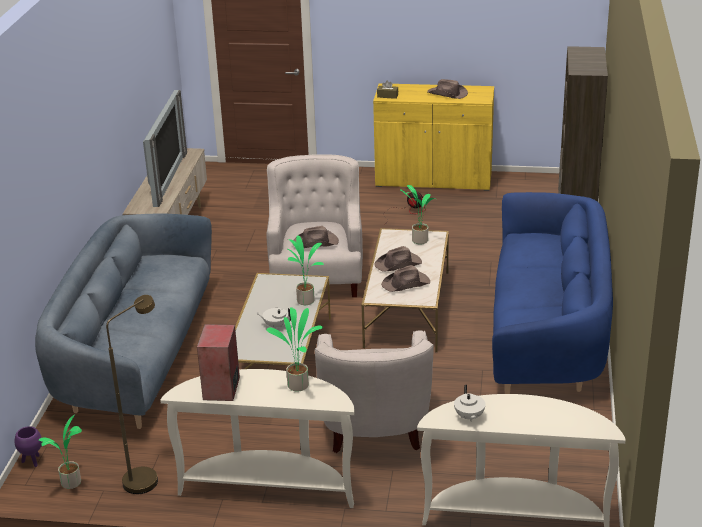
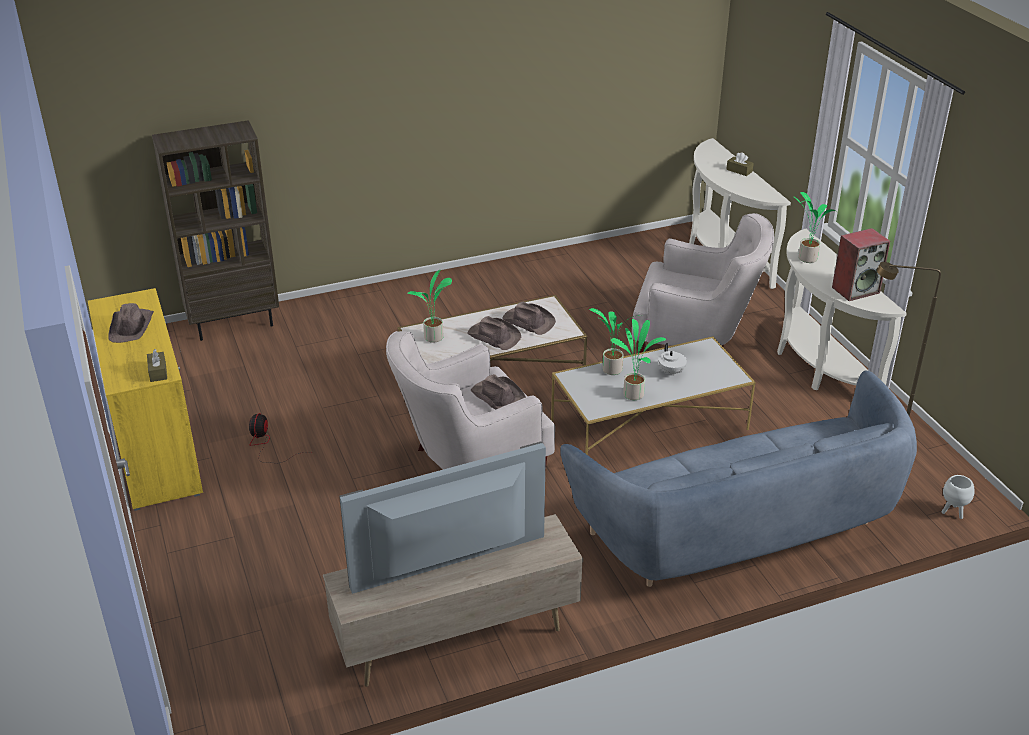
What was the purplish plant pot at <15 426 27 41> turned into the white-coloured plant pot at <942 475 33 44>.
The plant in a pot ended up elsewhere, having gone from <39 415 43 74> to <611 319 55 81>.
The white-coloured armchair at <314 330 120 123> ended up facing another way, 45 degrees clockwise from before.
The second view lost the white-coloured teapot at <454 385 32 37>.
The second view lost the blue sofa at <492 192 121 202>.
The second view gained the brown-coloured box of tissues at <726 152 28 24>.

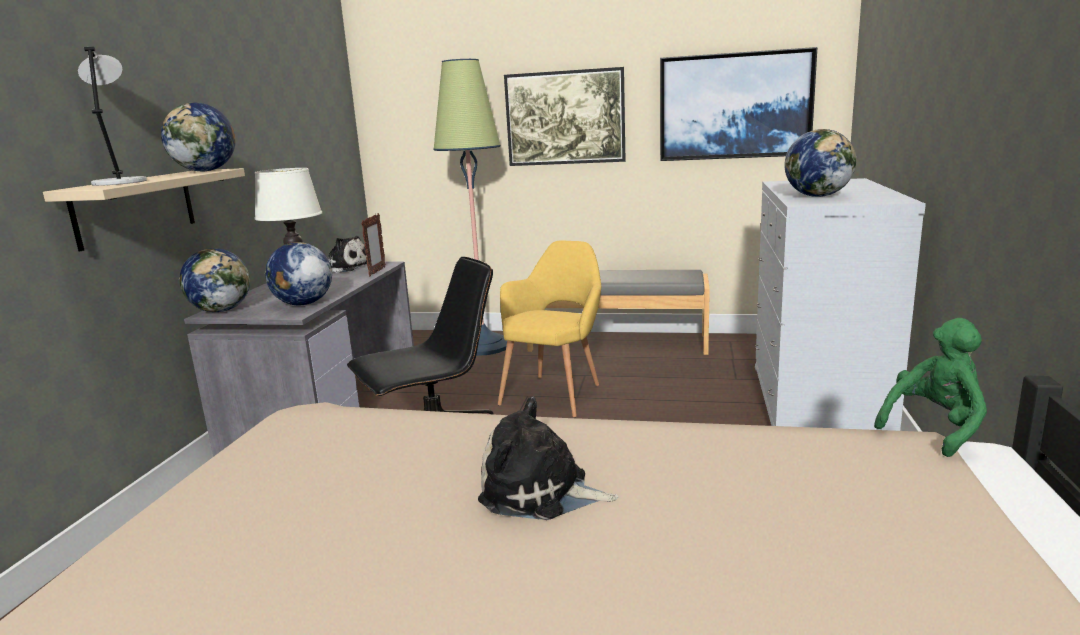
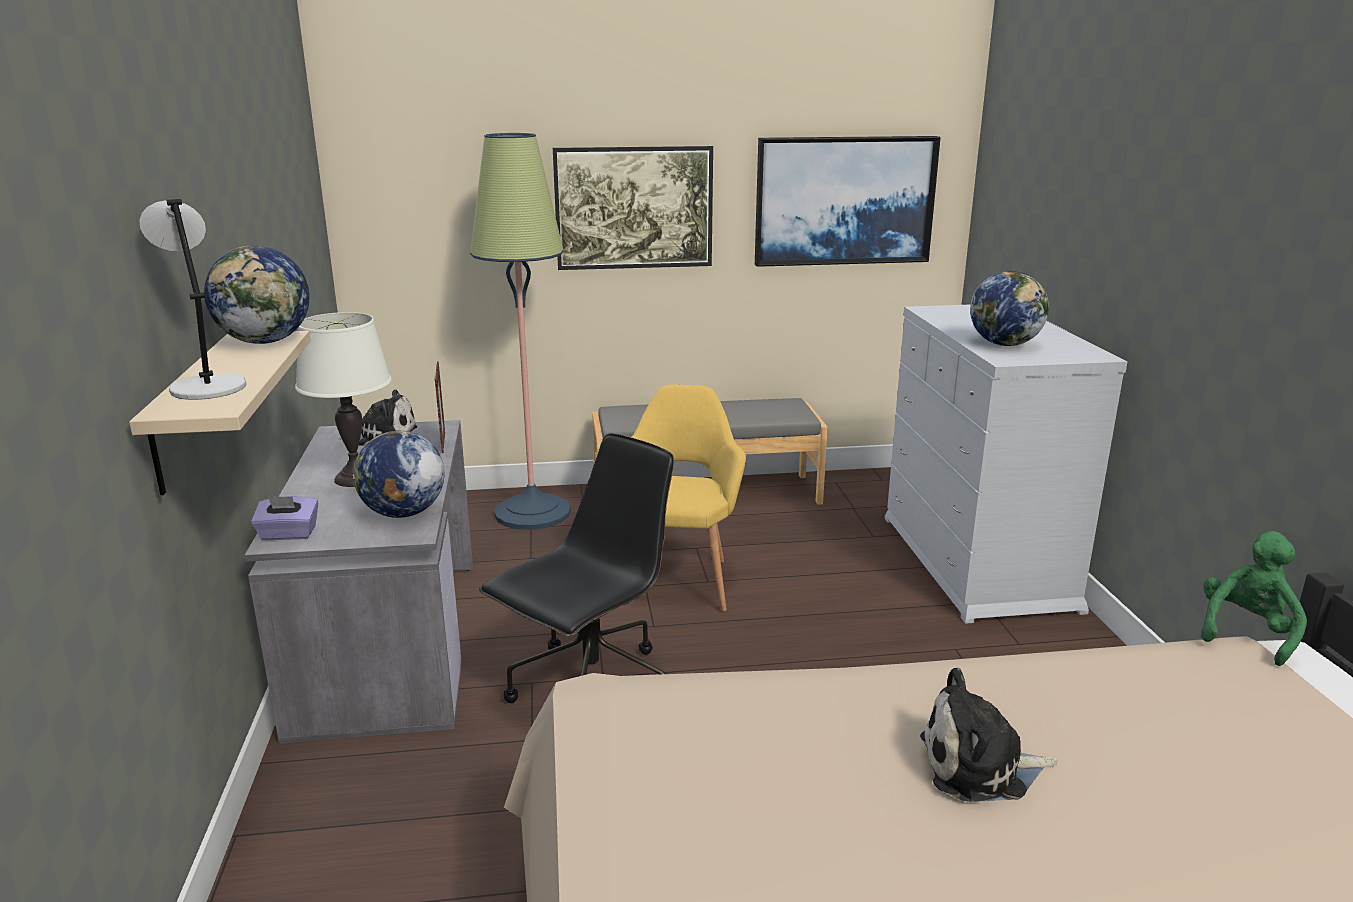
Where the world globe stood at <179 248 71 64>, the purplish box of tissues came to stand at <251 496 67 45>.

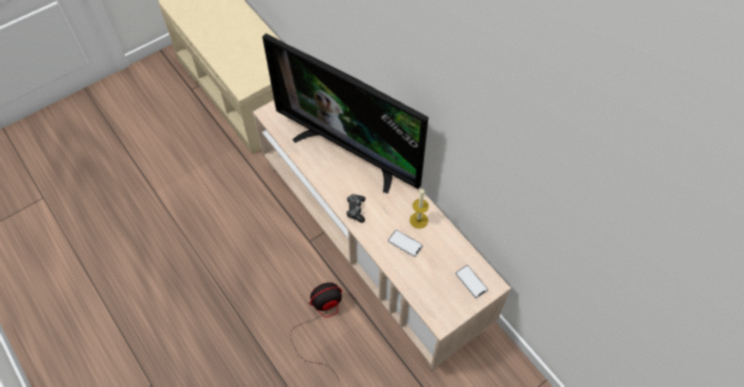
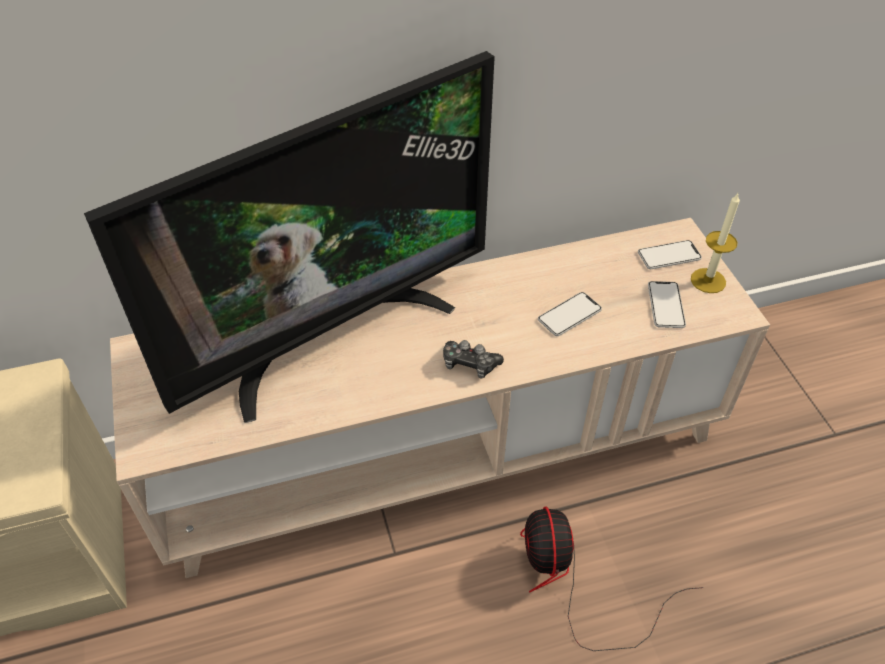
The candle ended up elsewhere, having gone from <410 188 19 41> to <691 194 49 99>.
The second view gained the phone at <648 281 38 47>.

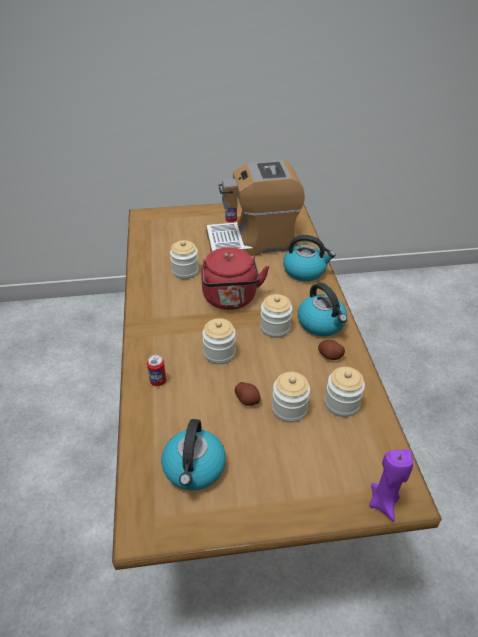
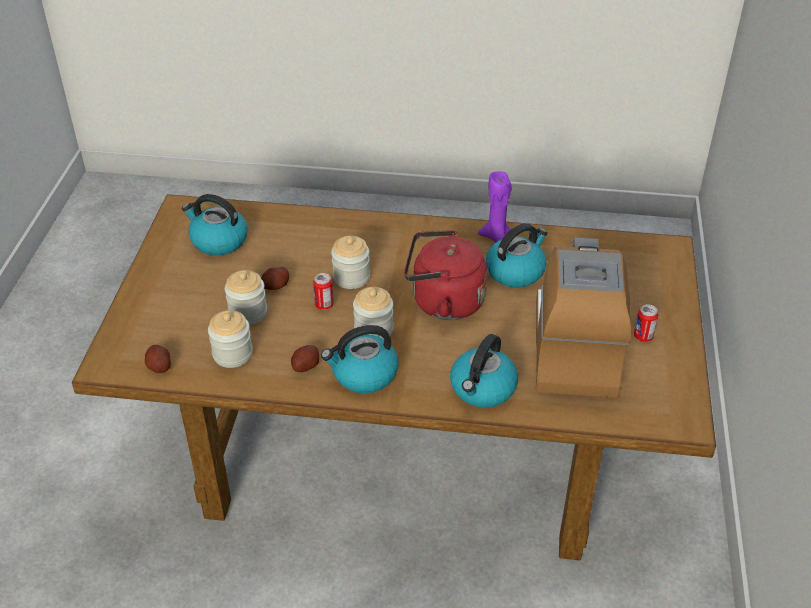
The metal can ended up elsewhere, having gone from <147 355 19 31> to <313 273 21 37>.
Where the preserve jar stood at <170 240 29 39>, the kettle came to stand at <486 223 61 65>.
The purplish candle ended up elsewhere, having gone from <369 449 44 72> to <478 171 34 72>.
The second view gained the spud at <145 345 26 28>.

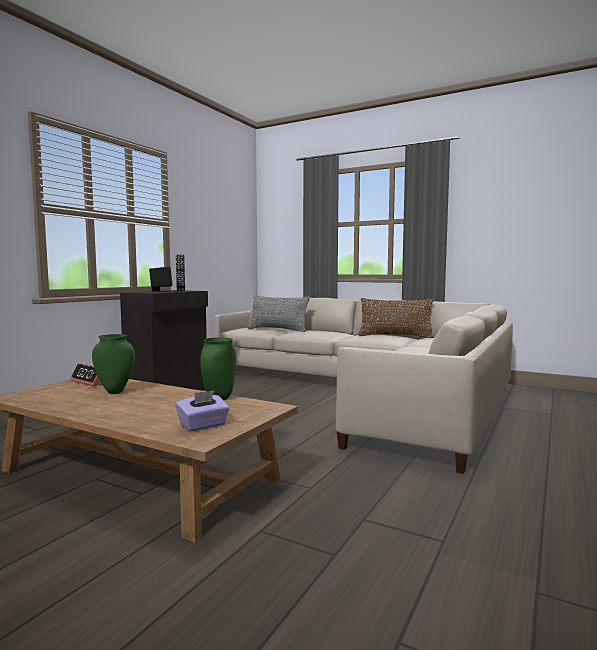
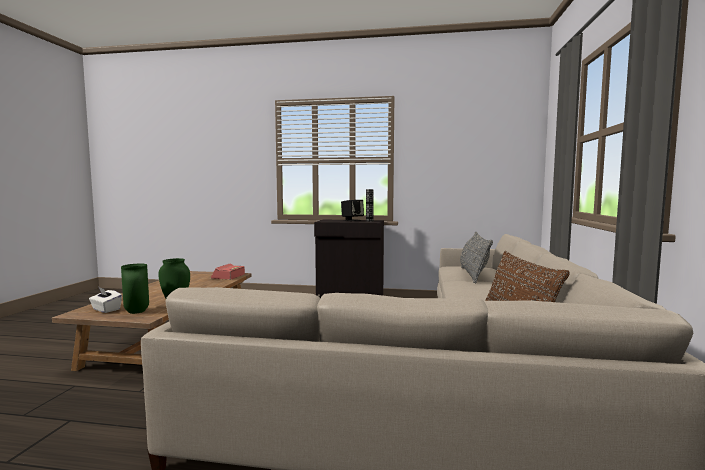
The greenish decorative vase ended up elsewhere, having gone from <92 334 43 60> to <121 264 28 50>.
What was the purplish box of tissues at <176 390 54 42> turned into the white-coloured box of tissues at <89 287 33 26>.

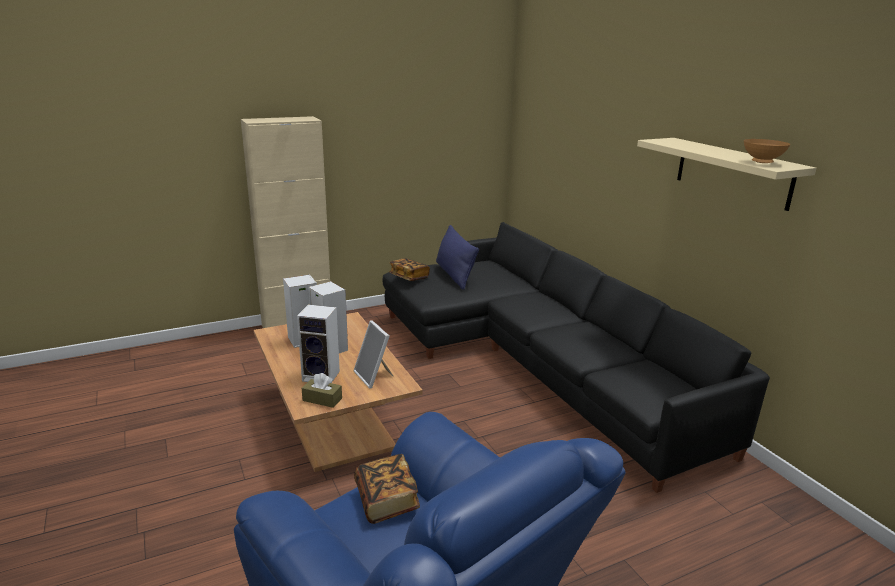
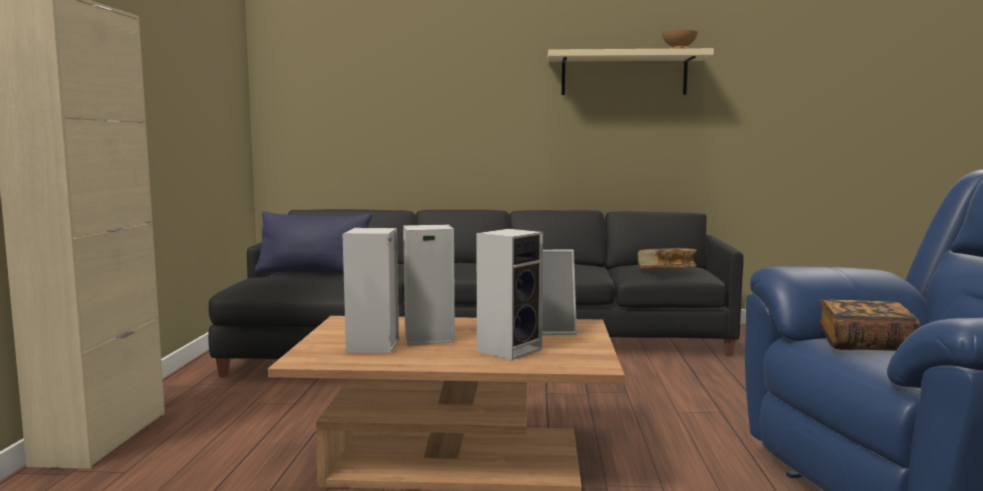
The second view lost the brown-coloured box of tissues at <302 373 40 35>.
The volume ended up elsewhere, having gone from <389 258 41 23> to <638 248 59 20>.

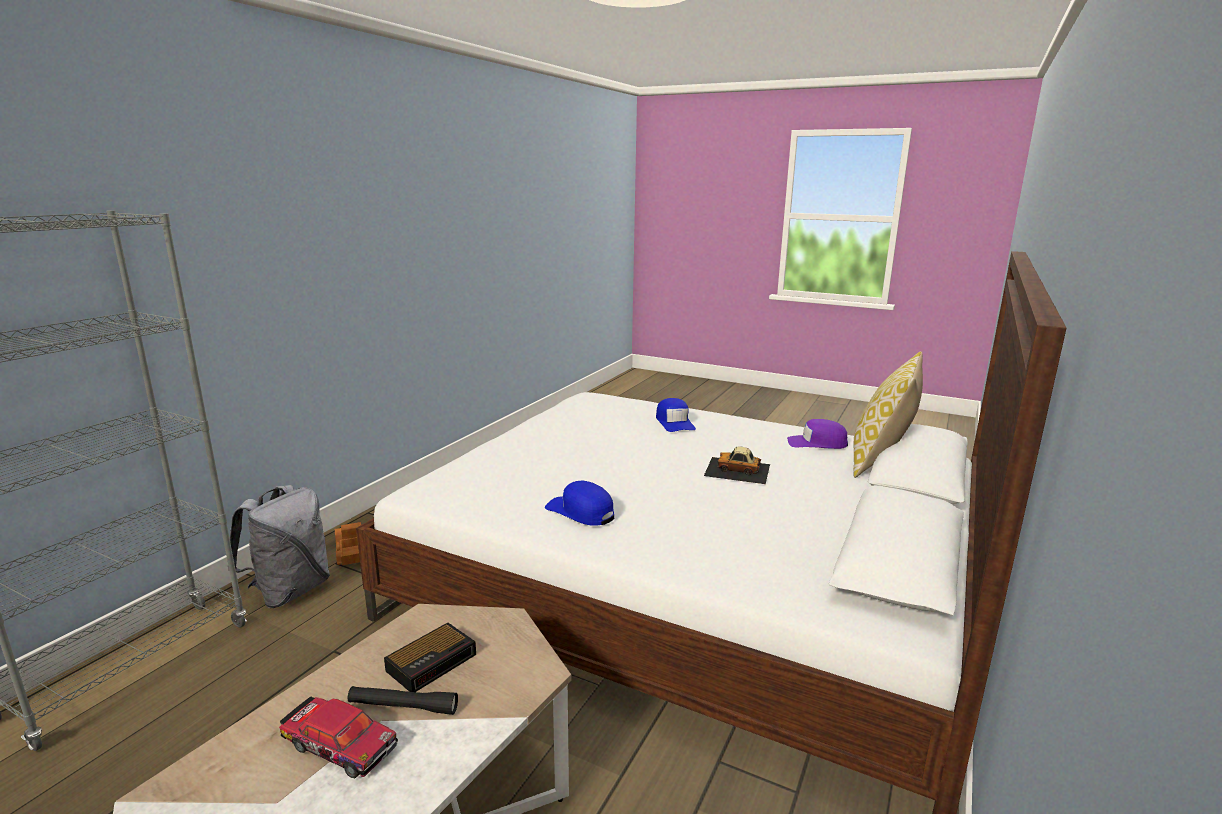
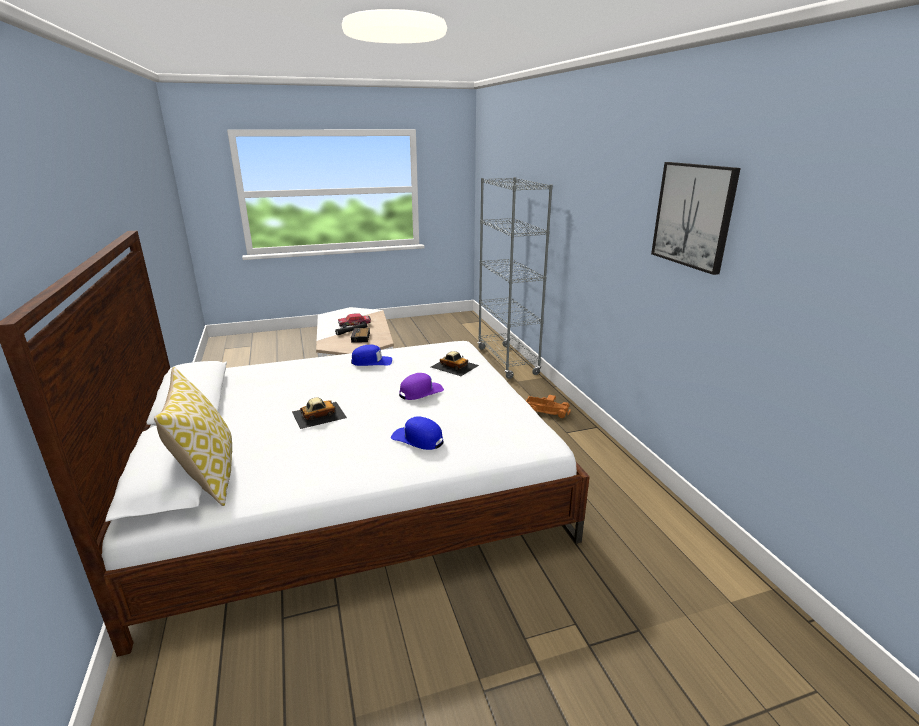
The second view lost the grey backpack at <228 485 102 123>.
The purplish peaked cap ended up elsewhere, having gone from <787 419 61 30> to <399 373 45 27>.
The second view gained the model car at <431 351 48 25>.
The second view gained the wall art at <651 162 90 113>.

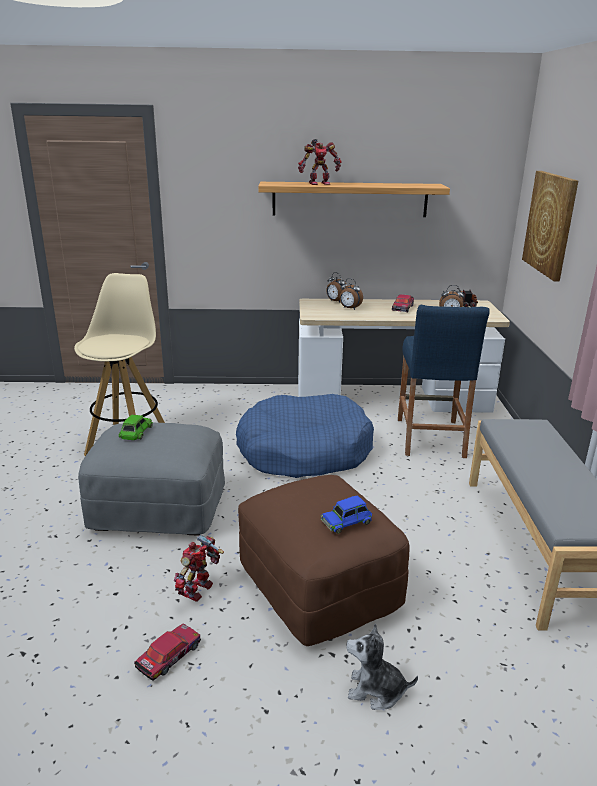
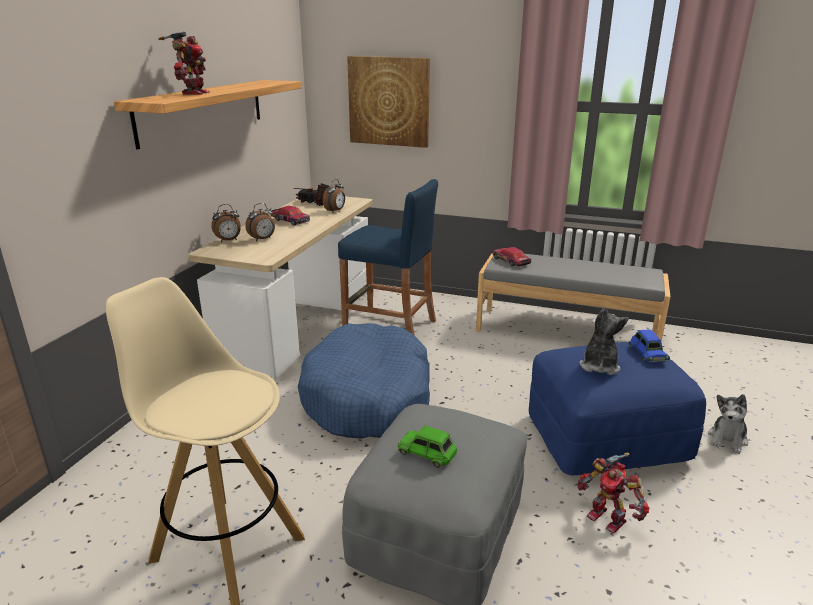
The model car ended up elsewhere, having gone from <134 623 67 58> to <493 247 38 19>.
What was the brown-coloured footrest at <238 475 172 171> turned into the blue footrest at <529 342 177 133>.
The second view gained the cuddly toy at <579 306 50 69>.

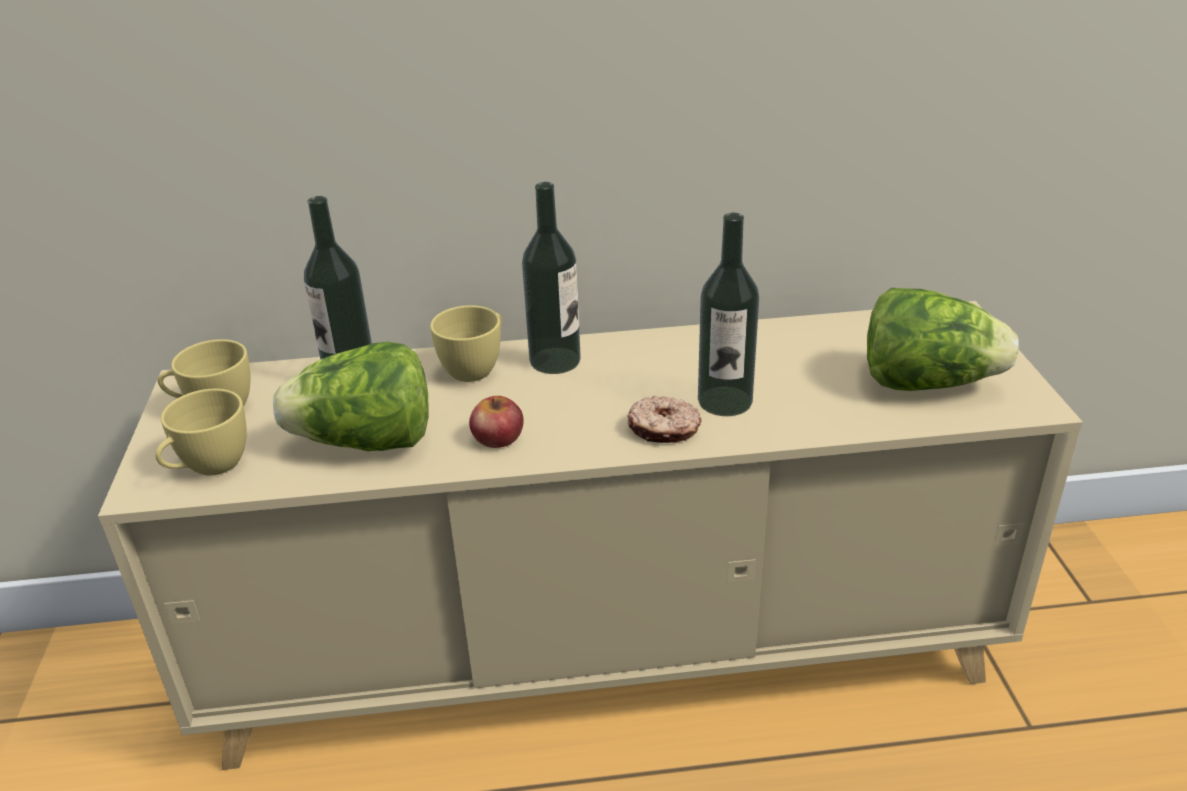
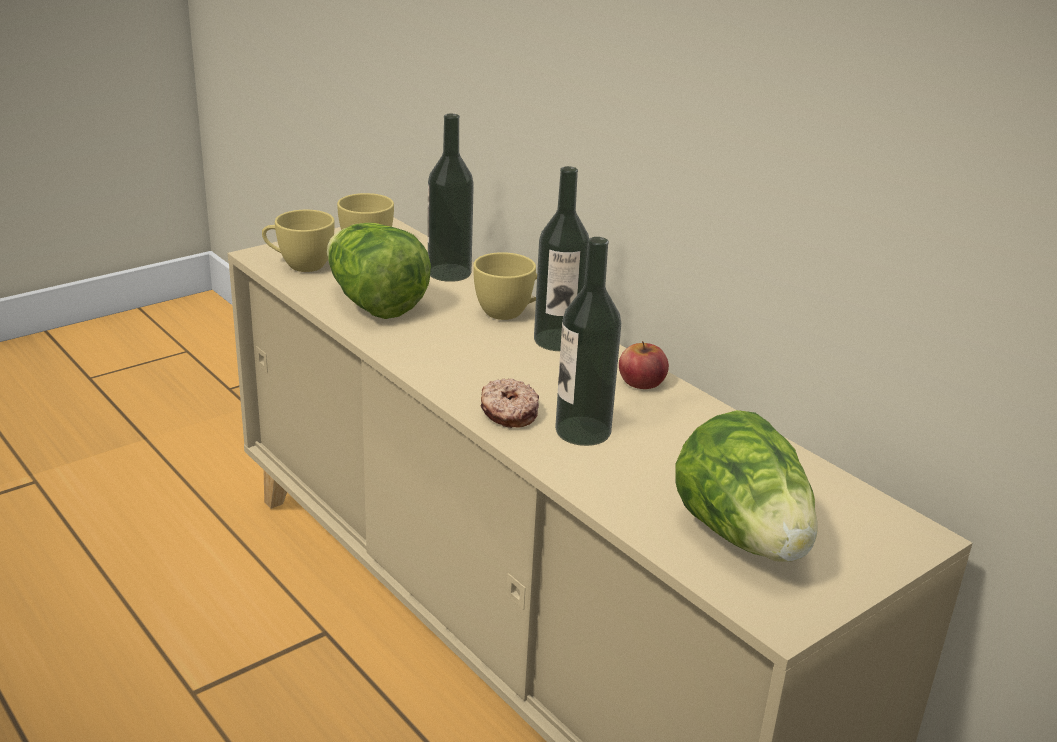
The whole apple ended up elsewhere, having gone from <469 396 55 52> to <619 341 50 48>.

